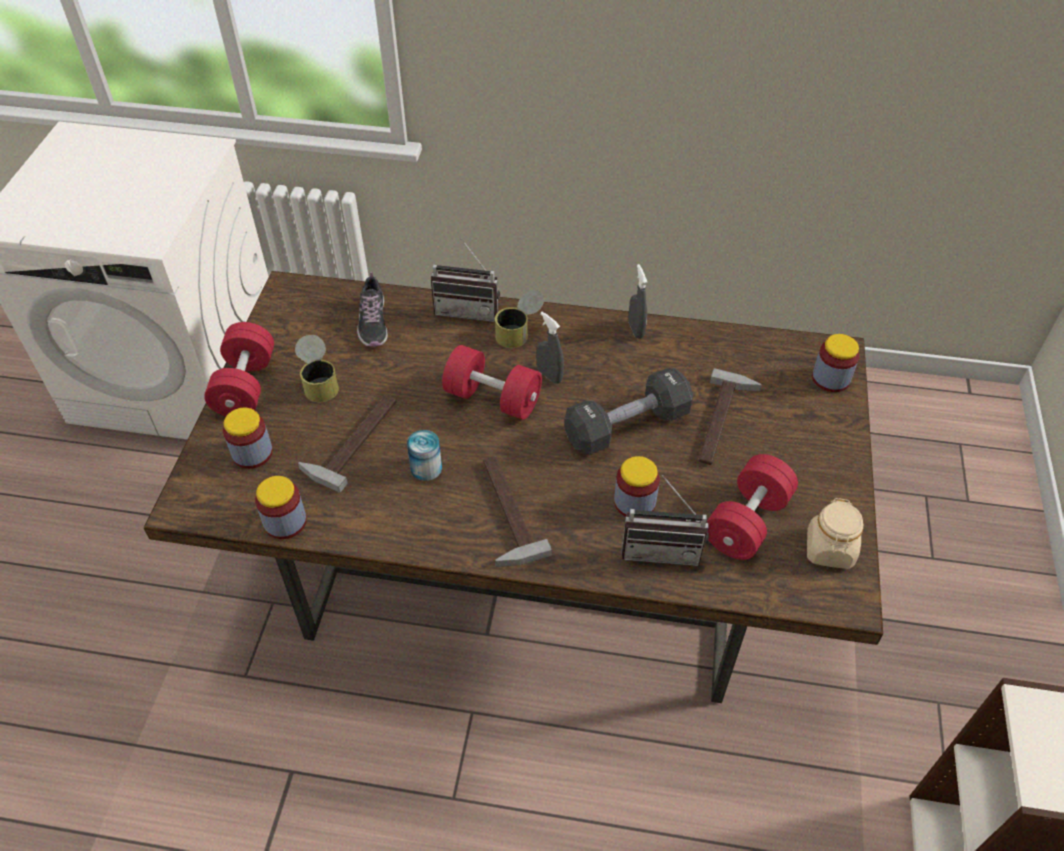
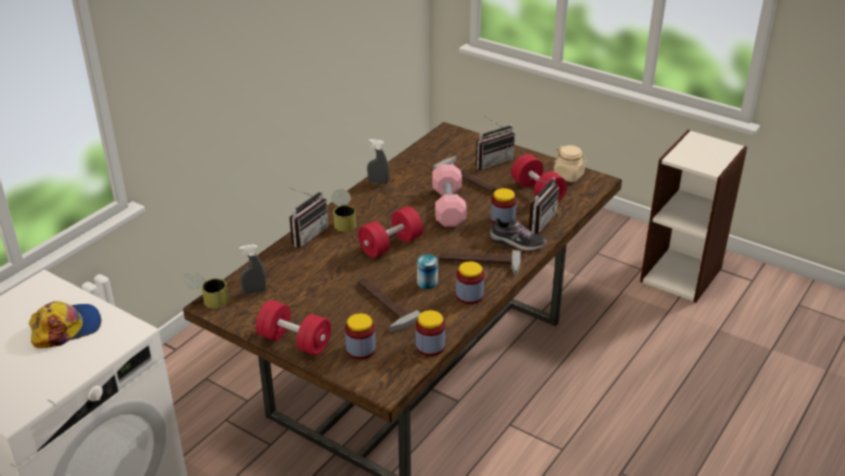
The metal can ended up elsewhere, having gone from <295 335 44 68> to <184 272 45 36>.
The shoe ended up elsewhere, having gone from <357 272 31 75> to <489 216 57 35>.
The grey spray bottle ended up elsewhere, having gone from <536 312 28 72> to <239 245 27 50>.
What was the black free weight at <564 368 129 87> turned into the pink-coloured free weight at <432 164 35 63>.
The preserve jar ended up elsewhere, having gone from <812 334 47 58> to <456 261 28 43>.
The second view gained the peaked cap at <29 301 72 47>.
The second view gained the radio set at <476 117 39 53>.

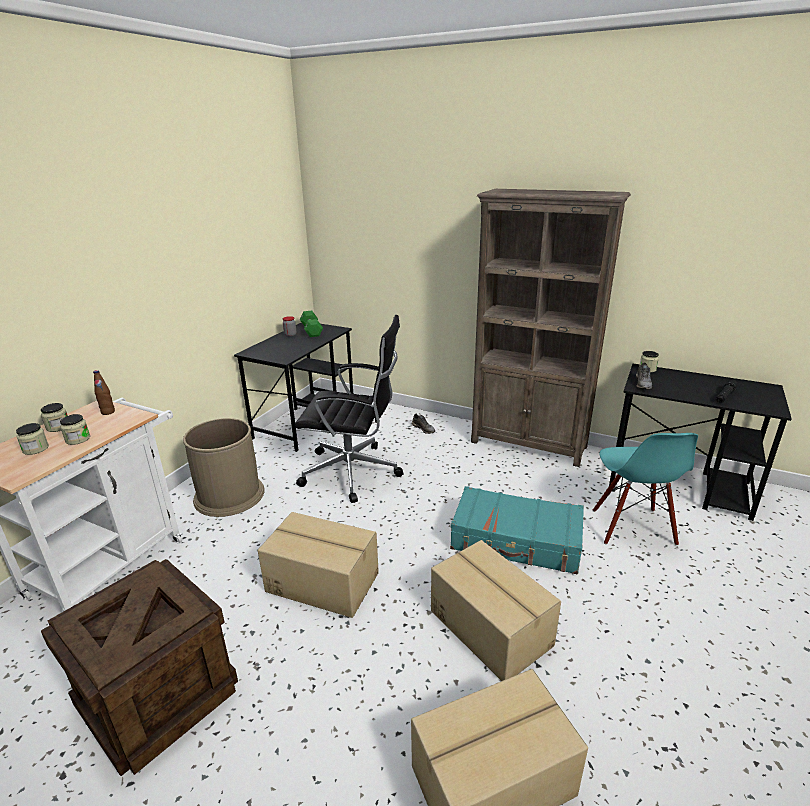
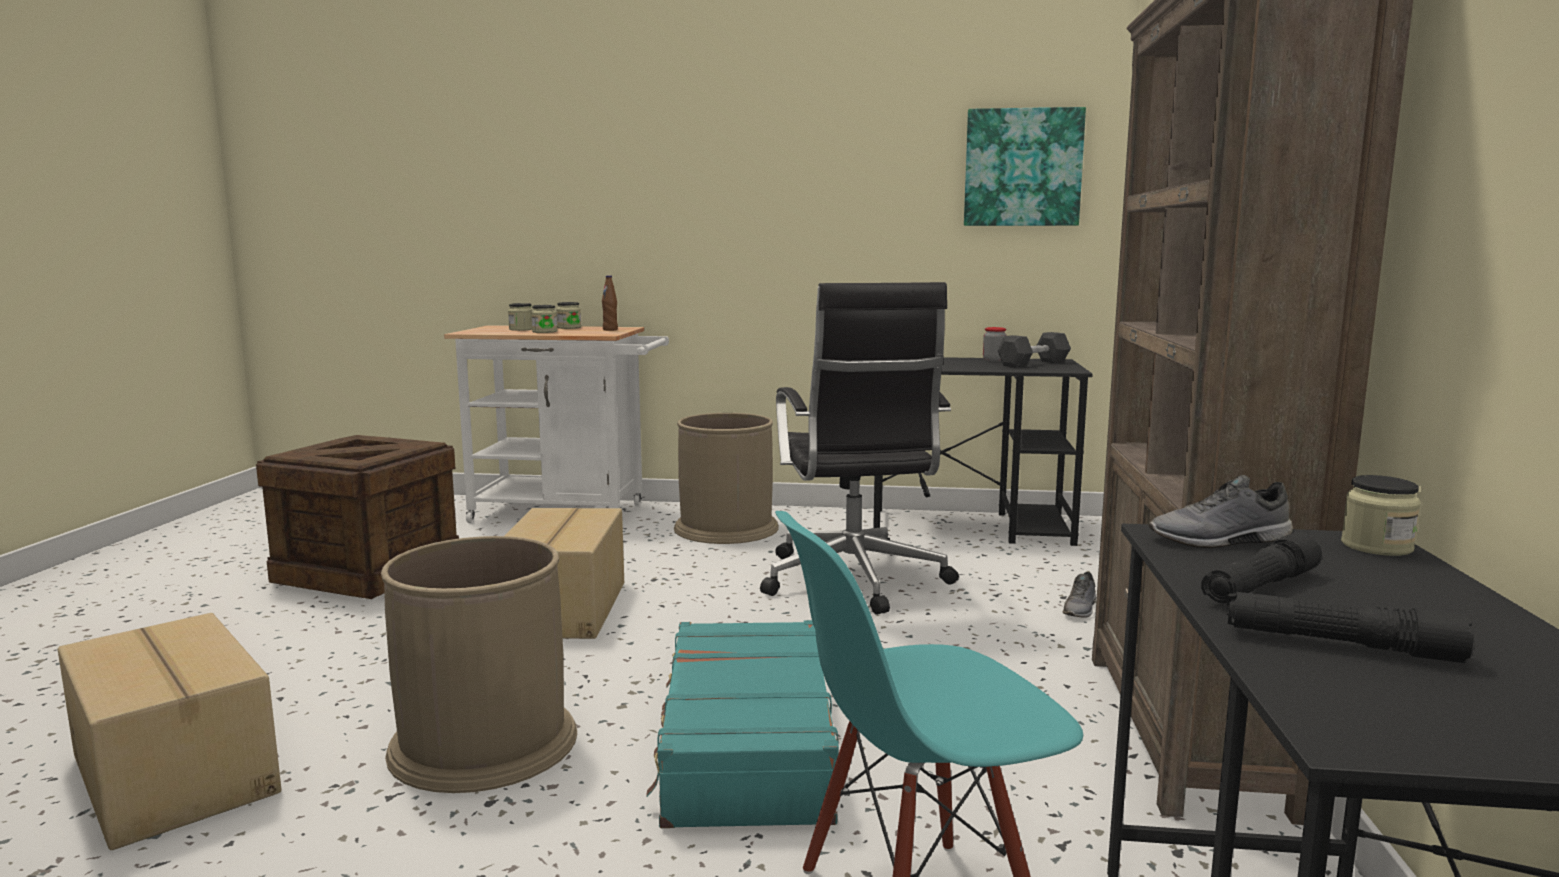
What was the greenish free weight at <300 311 23 26> turned into the black free weight at <997 332 74 36>.
Where the cardboard box stood at <431 540 130 141>, the brown-coloured waste bin came to stand at <381 536 196 257>.
The second view gained the wall art at <964 107 122 119>.
The second view gained the black flashlight at <1201 532 121 71>.

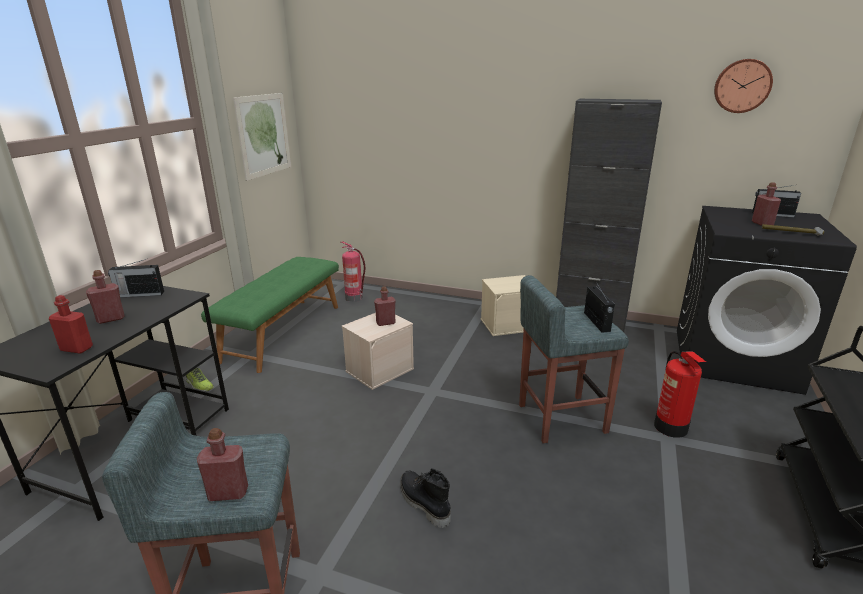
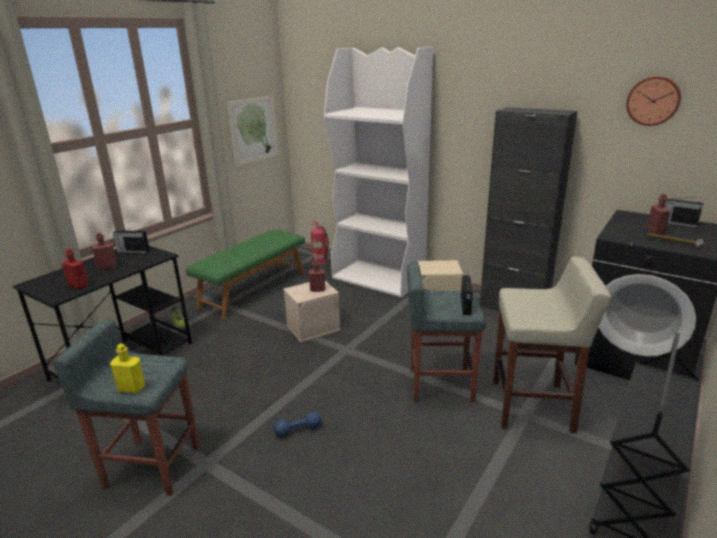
What was the red bottle at <197 428 51 73> turned into the yellow bottle at <110 344 35 49>.
Where the black high-top boot stood at <400 468 51 60>, the blue free weight came to stand at <274 412 48 25>.
Where the fire extinguisher stood at <654 351 52 87>, the sand-coloured sitting stool came to stand at <493 257 119 176>.
The second view gained the white-coloured shelving unit at <324 47 109 251>.

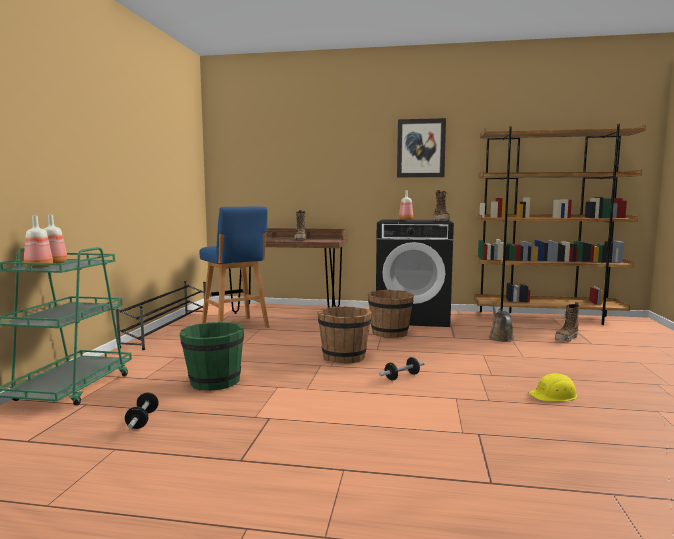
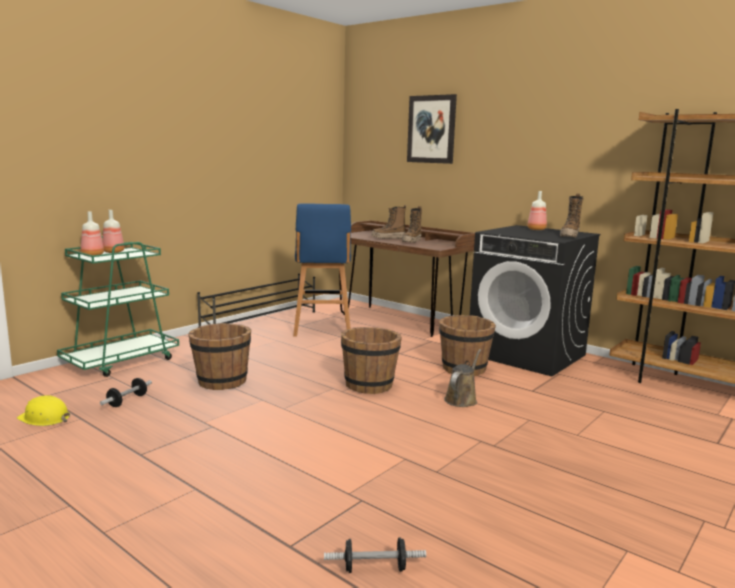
What was the greenish bucket at <180 322 64 69> turned into the brown-coloured bucket at <188 323 63 67>.
The free weight ended up elsewhere, having gone from <379 357 45 24> to <324 538 102 35>.
The wall art ended up elsewhere, having gone from <397 118 49 60> to <407 94 50 70>.
The brown-coloured watering pot ended up elsewhere, having gone from <489 301 25 41> to <444 349 37 58>.
The yellow work helmet ended up elsewhere, having gone from <529 373 48 29> to <17 395 53 31>.
The high-top boot ended up elsewhere, having gone from <555 302 25 40> to <372 205 34 34>.

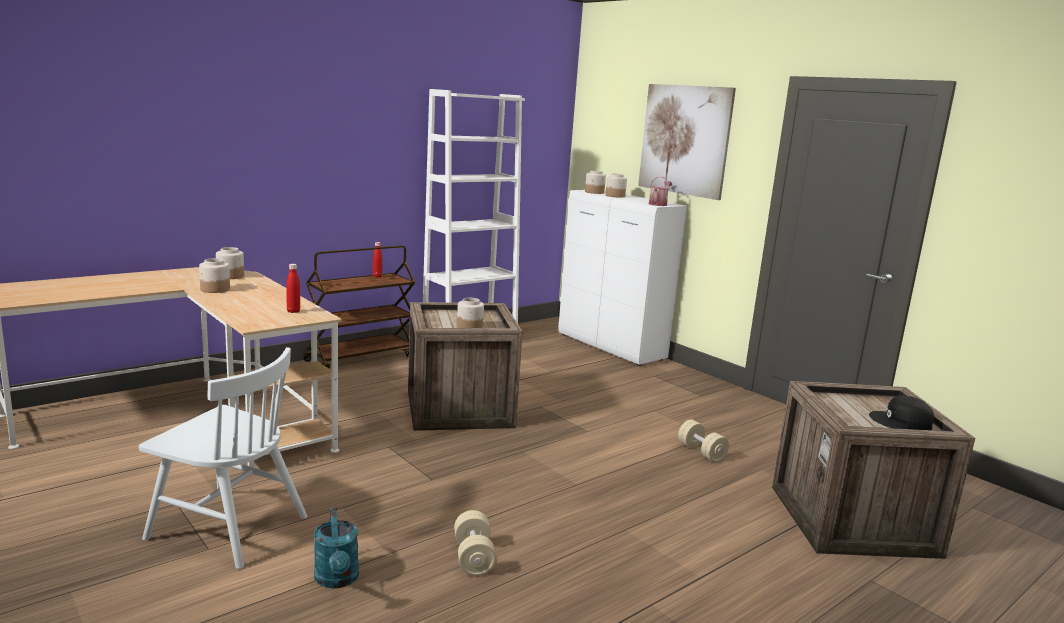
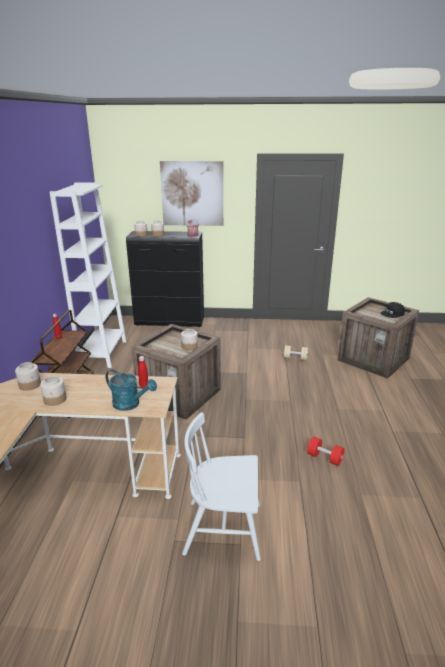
The white-coloured upright chair at <139 347 168 222> ended up facing another way, 150 degrees counterclockwise from before.
The turquoise watering pot ended up elsewhere, having gone from <314 508 45 80> to <105 369 52 42>.
What was the sand-coloured free weight at <454 510 42 66> turned into the red free weight at <307 437 38 29>.
What was the white-coloured cabinet at <559 190 128 176> turned into the black cabinet at <126 231 78 96>.

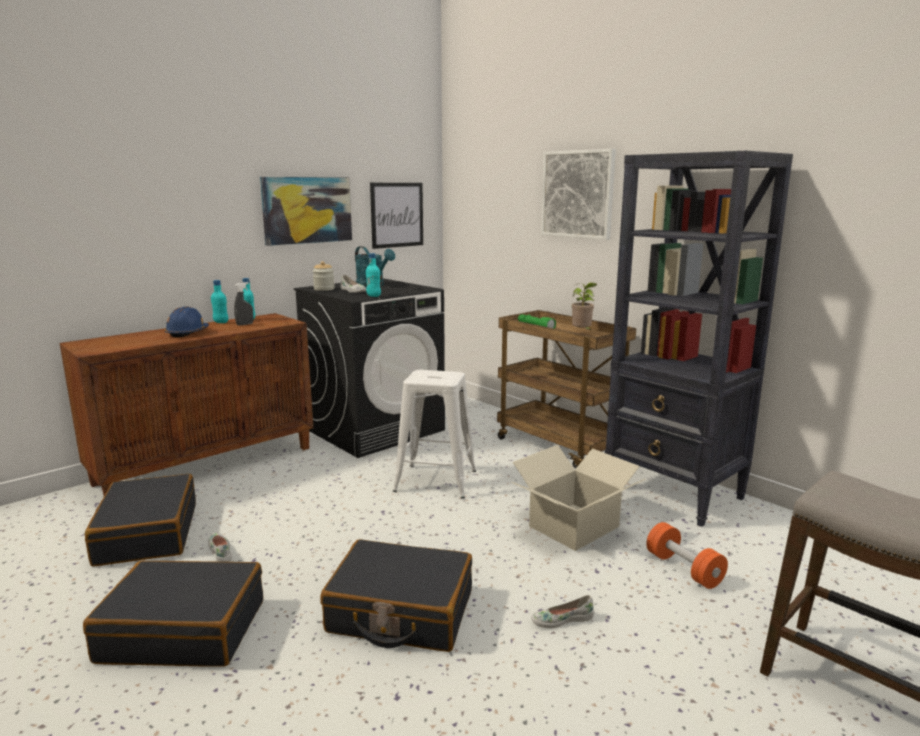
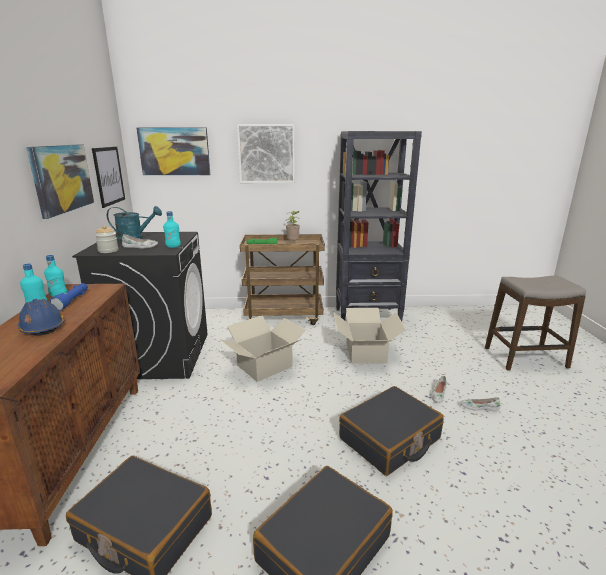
The white-coloured shoe ended up elsewhere, having gone from <208 532 24 30> to <460 397 40 14>.
Where the grey spray bottle stood at <234 282 19 44>, the blue flashlight came to stand at <49 283 39 28>.
Where the white-coloured sitting stool stood at <393 370 83 129>, the cardboard box came to stand at <219 315 87 67>.
The second view lost the orangey free weight at <646 522 82 67>.
The second view gained the wall art at <136 128 74 47>.

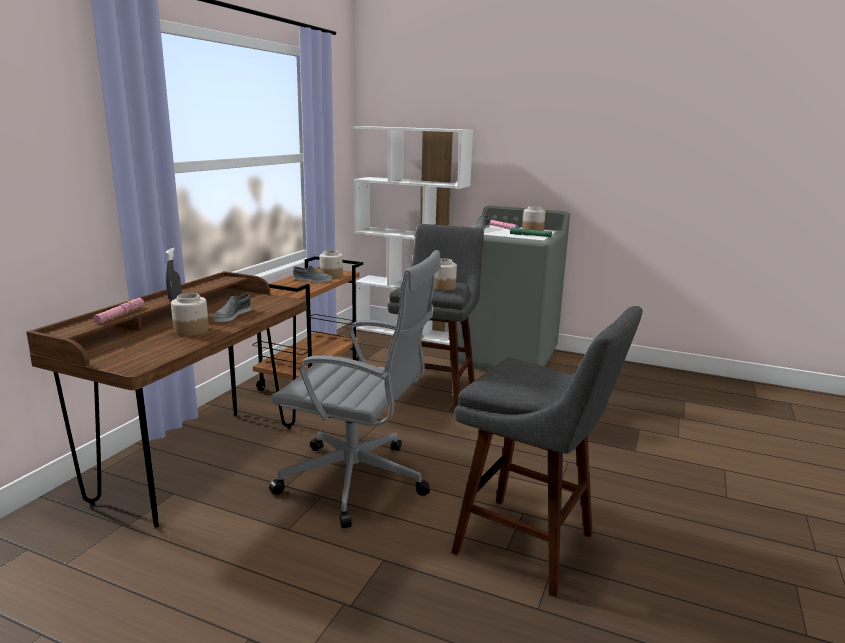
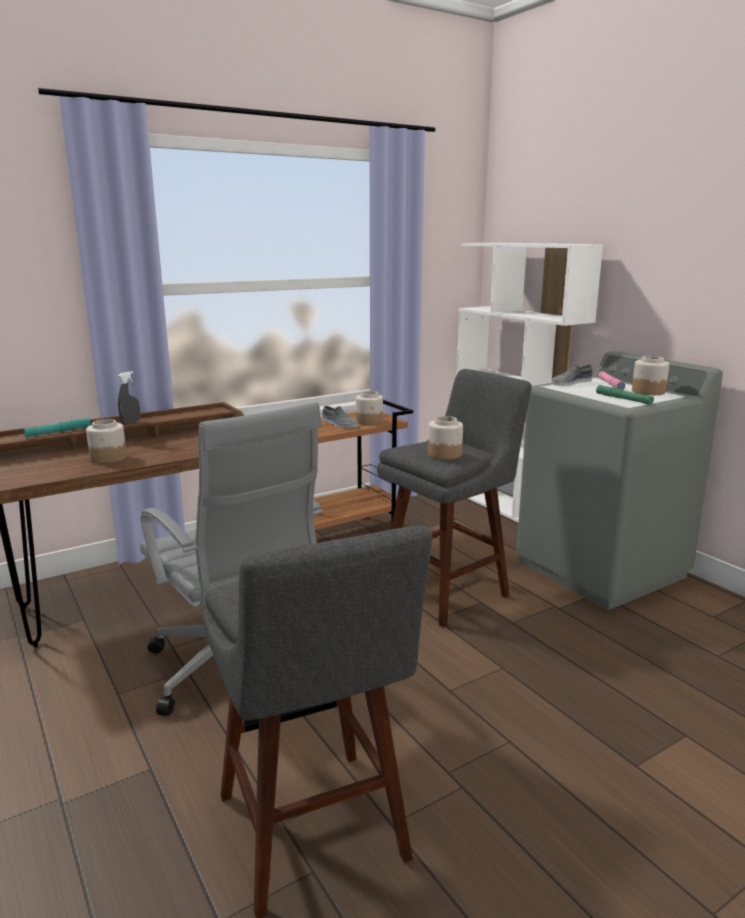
What was the pink-coloured flashlight at <93 298 51 26> turned into the turquoise flashlight at <24 418 67 19>.
The second view lost the grey shoe at <212 294 39 28>.

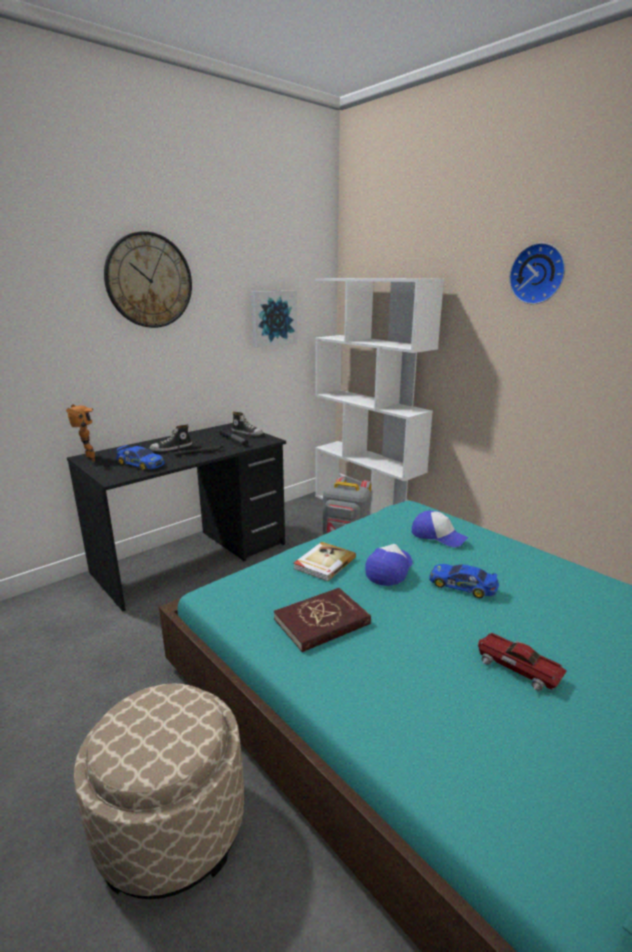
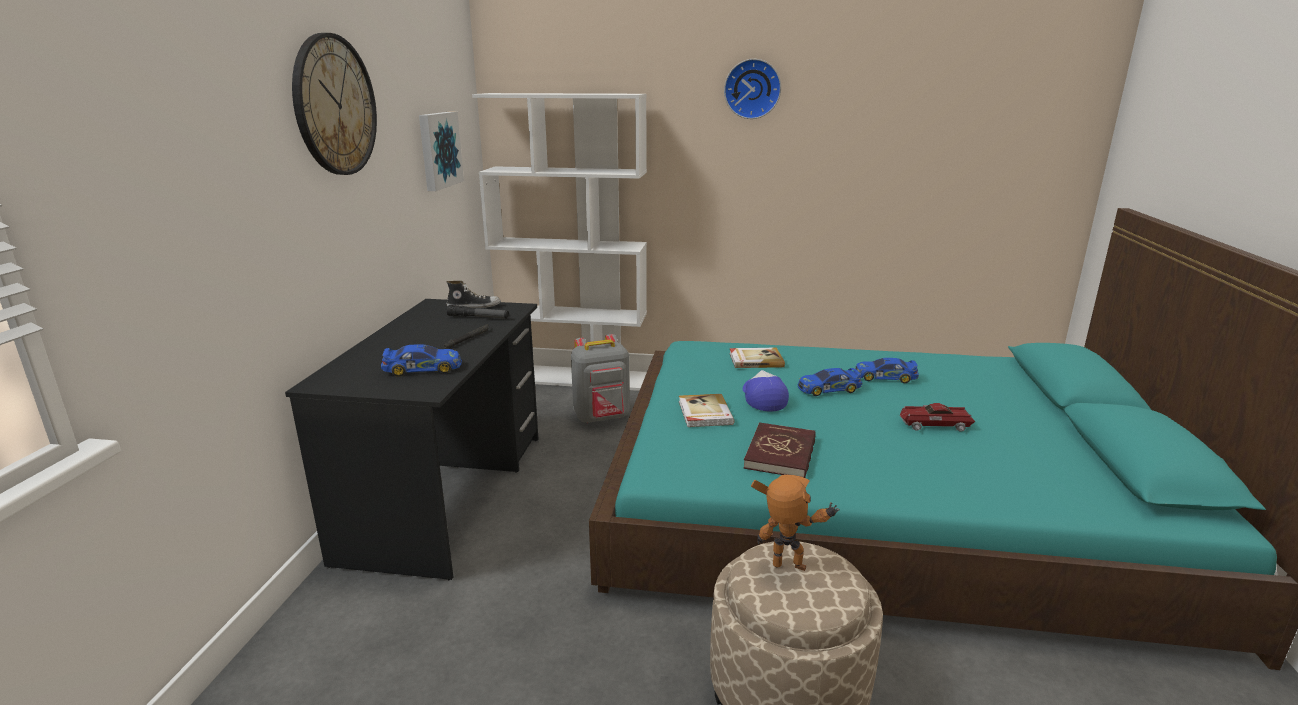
The model robot ended up elsewhere, having gone from <66 404 29 58> to <751 475 88 96>.
The second view lost the shoe at <150 424 42 27>.
Where the peaked cap stood at <412 510 56 37>, the volume came to stand at <729 348 56 20>.
The second view gained the model car at <855 358 64 25>.

